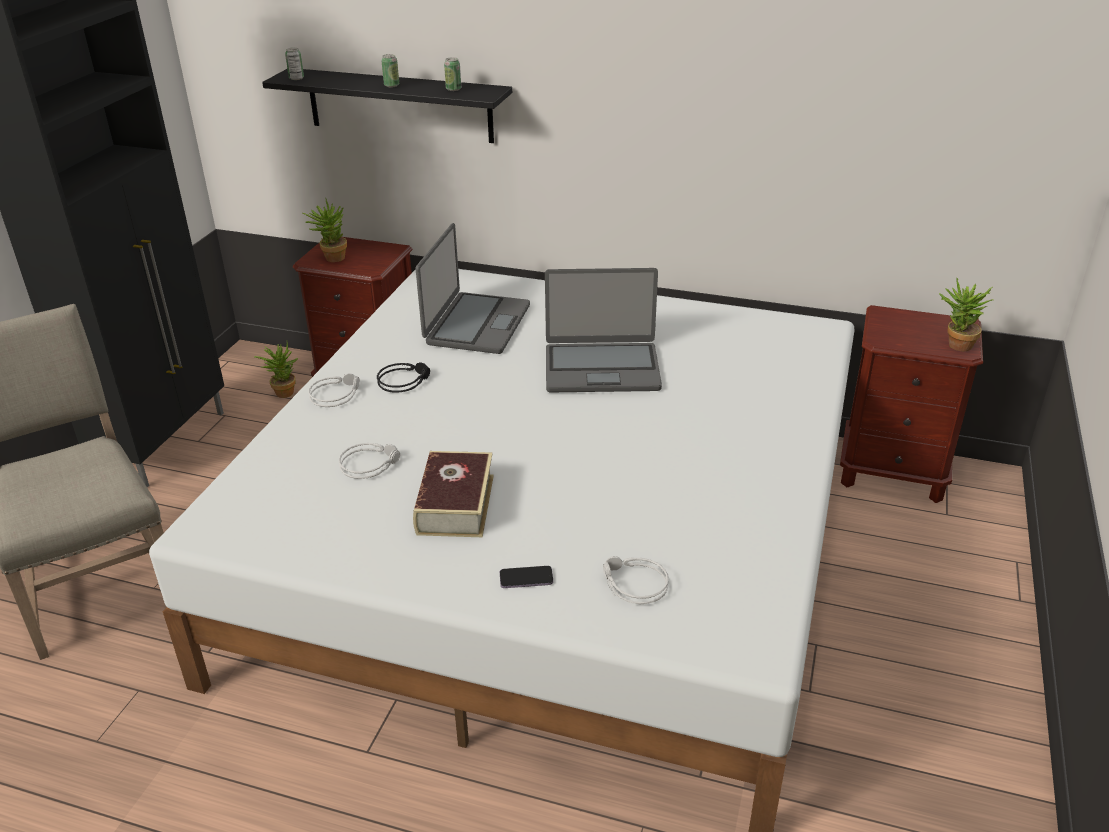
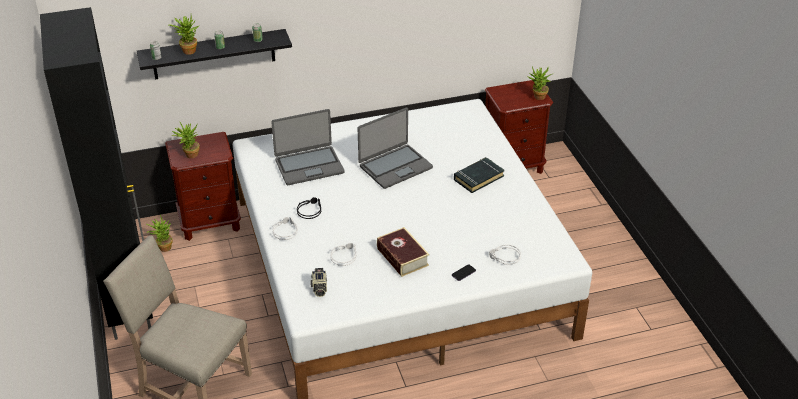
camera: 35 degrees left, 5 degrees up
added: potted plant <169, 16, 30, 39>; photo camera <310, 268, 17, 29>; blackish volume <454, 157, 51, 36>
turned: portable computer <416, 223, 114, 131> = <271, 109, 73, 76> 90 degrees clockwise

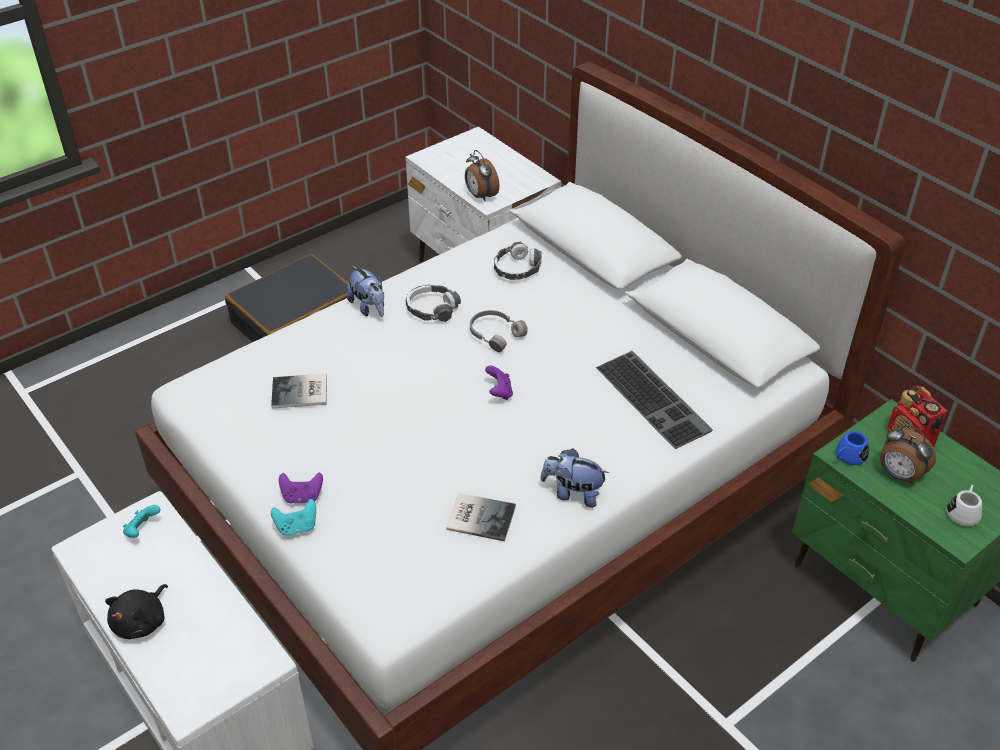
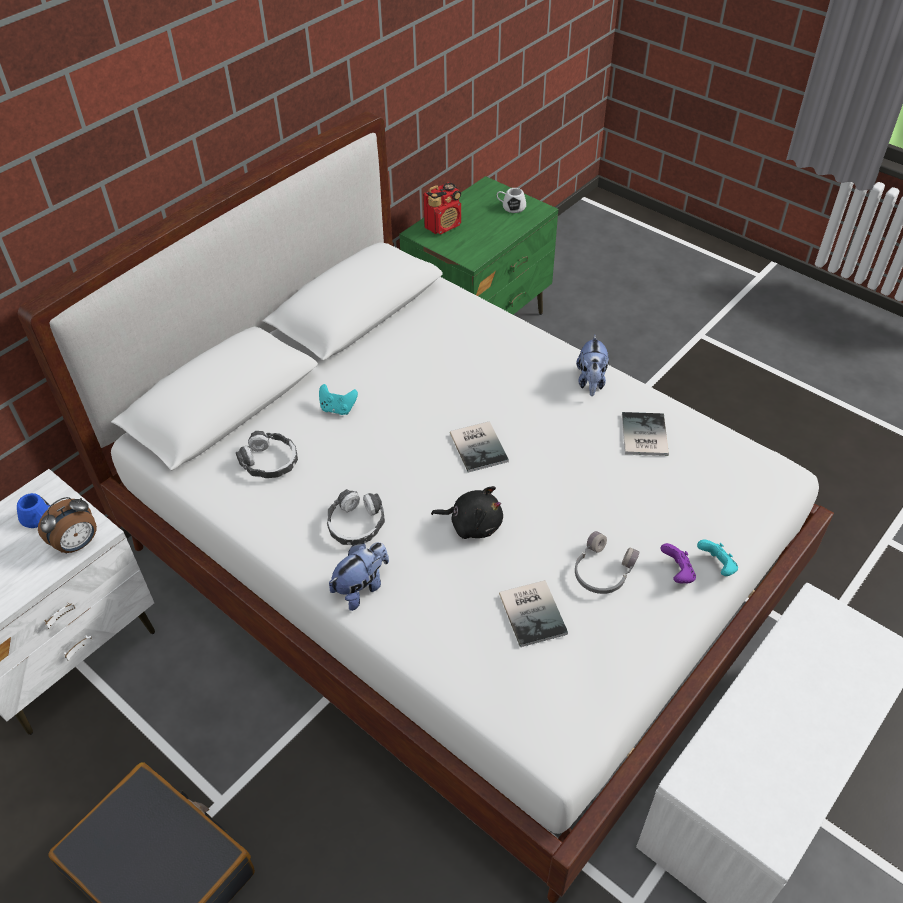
camera: 100 degrees left, 5 degrees up
removed: computer keyboard <596, 351, 117, 98>; table clock <880, 425, 56, 58>
moved: blackish soft toy <105, 584, 63, 55> to <431, 486, 72, 53>; turquoise-coloured gamepad <123, 505, 37, 33> to <319, 384, 39, 31>; gray pair of headphones <470, 310, 58, 42> to <575, 531, 64, 63>; blue tea mug <836, 431, 33, 34> to <17, 493, 33, 35>
replaced: purple gamepad <485, 365, 28, 35> to volume <450, 421, 59, 52>

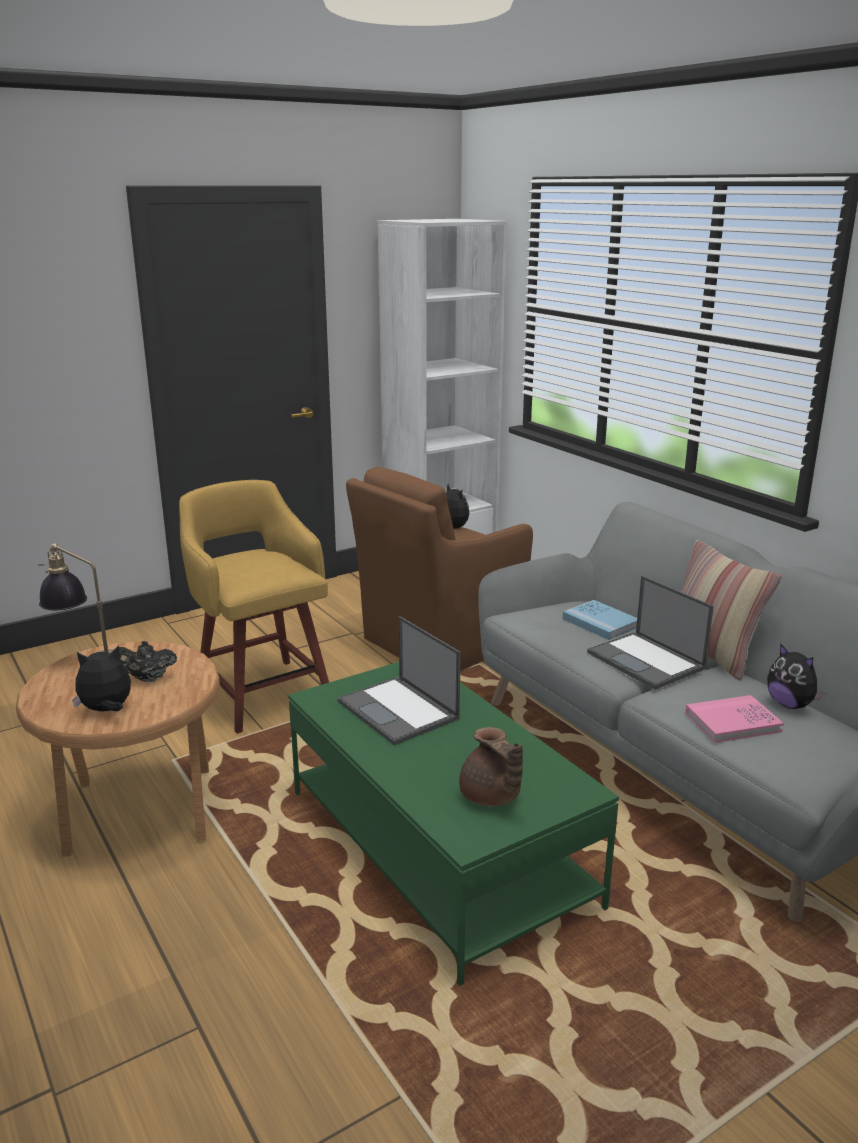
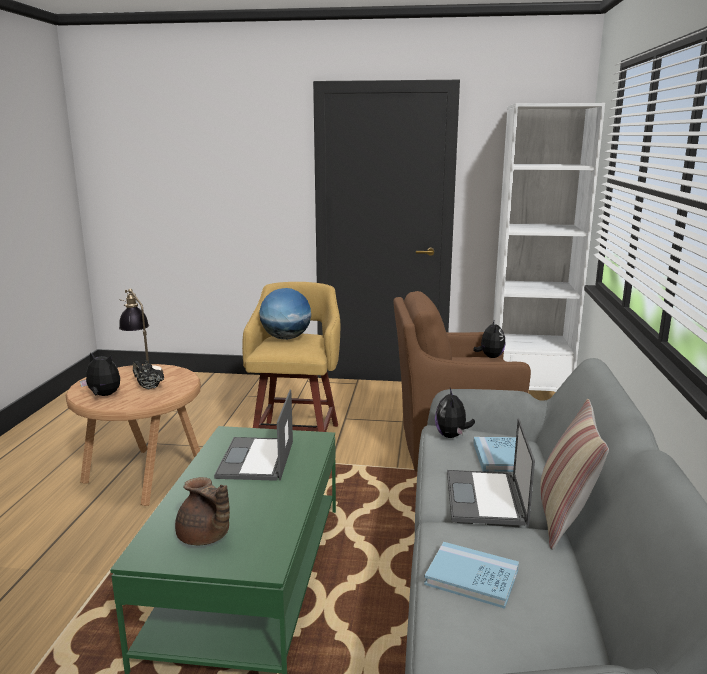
camera: 40 degrees right, 5 degrees down
added: desk globe <259, 288, 52, 52>
moved: soft toy <767, 643, 59, 66> to <435, 388, 40, 50>
recoloured: pink volume <685, 695, 99, 48> to blue volume <424, 542, 95, 67>
turned: brownish tea pot <459, 727, 64, 80> = <175, 477, 55, 68> 60 degrees counterclockwise

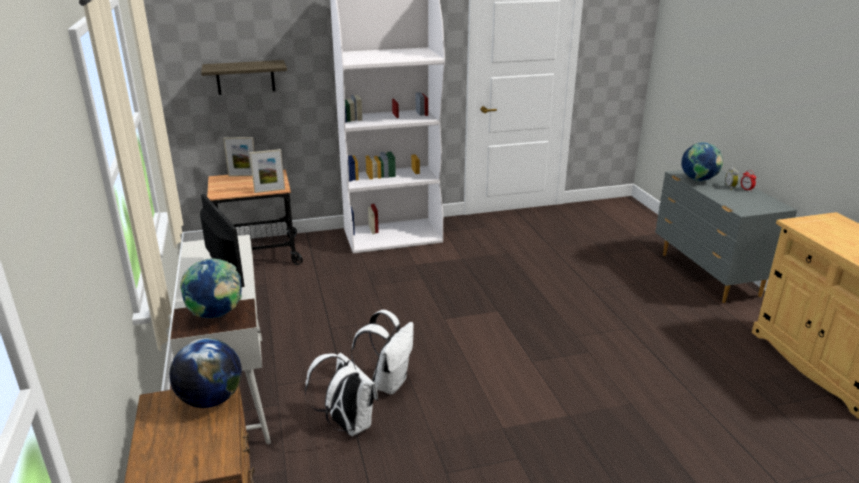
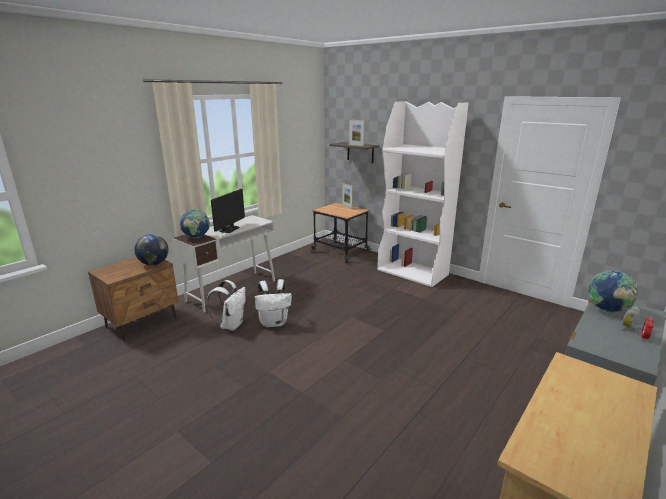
camera: 55 degrees right, 5 degrees down
moved: photo frame <249, 149, 36, 44> to <349, 120, 16, 26>

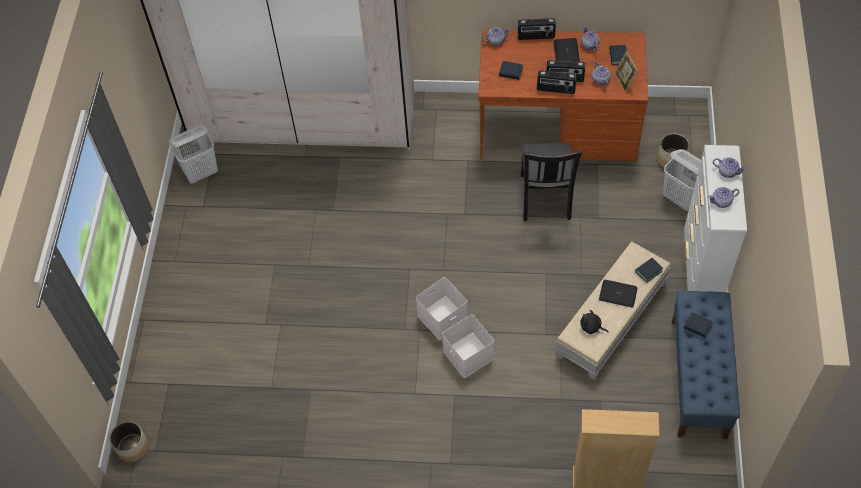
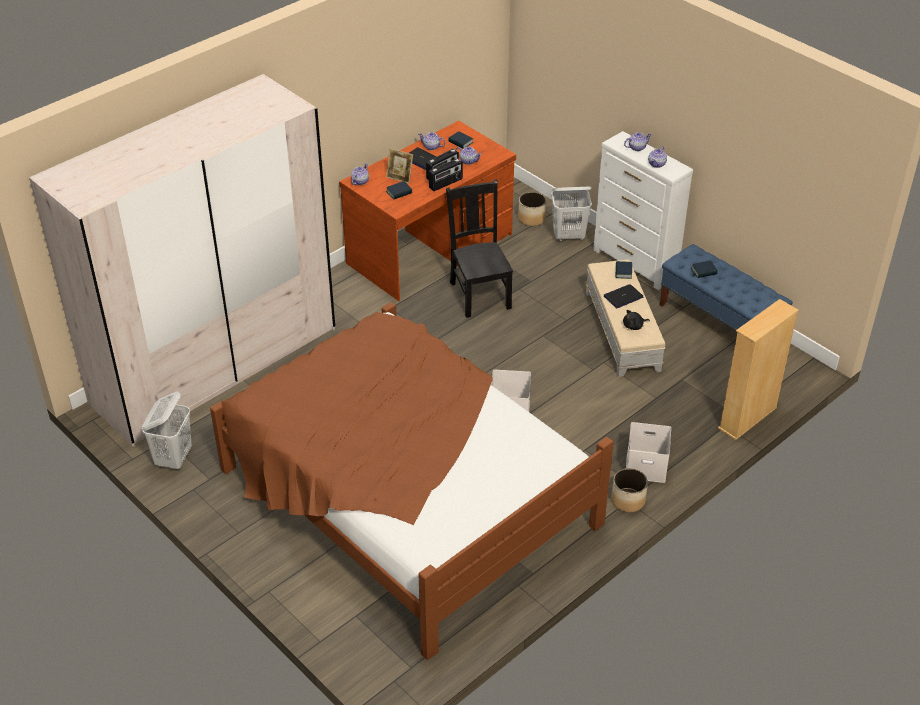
camera: 50 degrees left, 15 degrees down
removed: radio <518, 18, 38, 22>
added: brownish bedroom bed <210, 302, 404, 358>
moved: flower pot <109, 421, 40, 41> to <611, 468, 37, 44>; white-coloured storage bin <442, 314, 52, 64> to <626, 422, 45, 61>; photo frame <614, 51, 24, 41> to <386, 148, 27, 35>
turned: blackish plain chair <521, 143, 61, 78> = <446, 179, 67, 139> 150 degrees counterclockwise

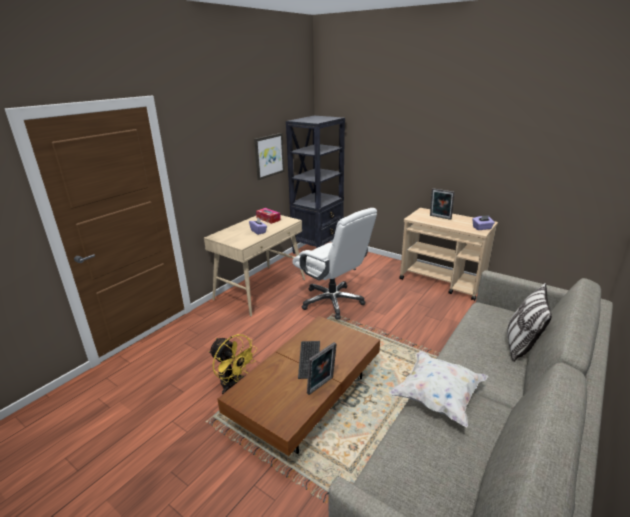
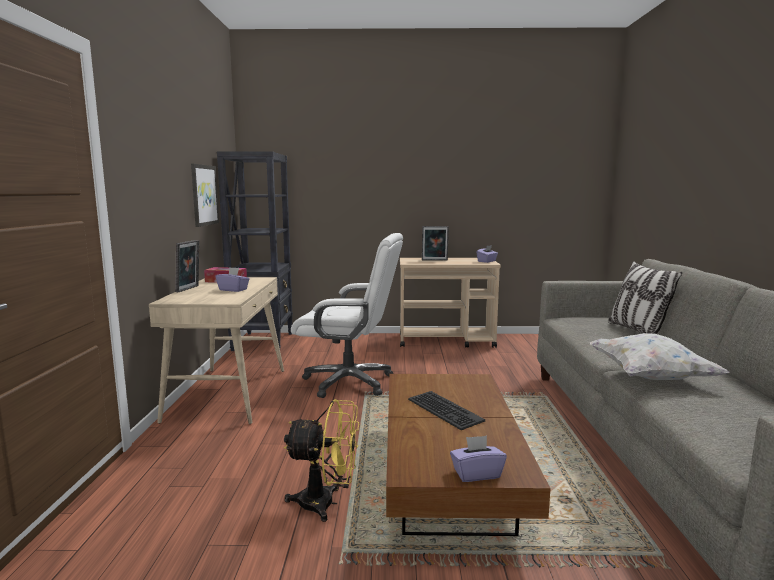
camera: 35 degrees left, 15 degrees down
added: purple tissue holder <450, 436, 57, 46>
moved: photo frame <307, 342, 30, 53> to <175, 240, 24, 52>

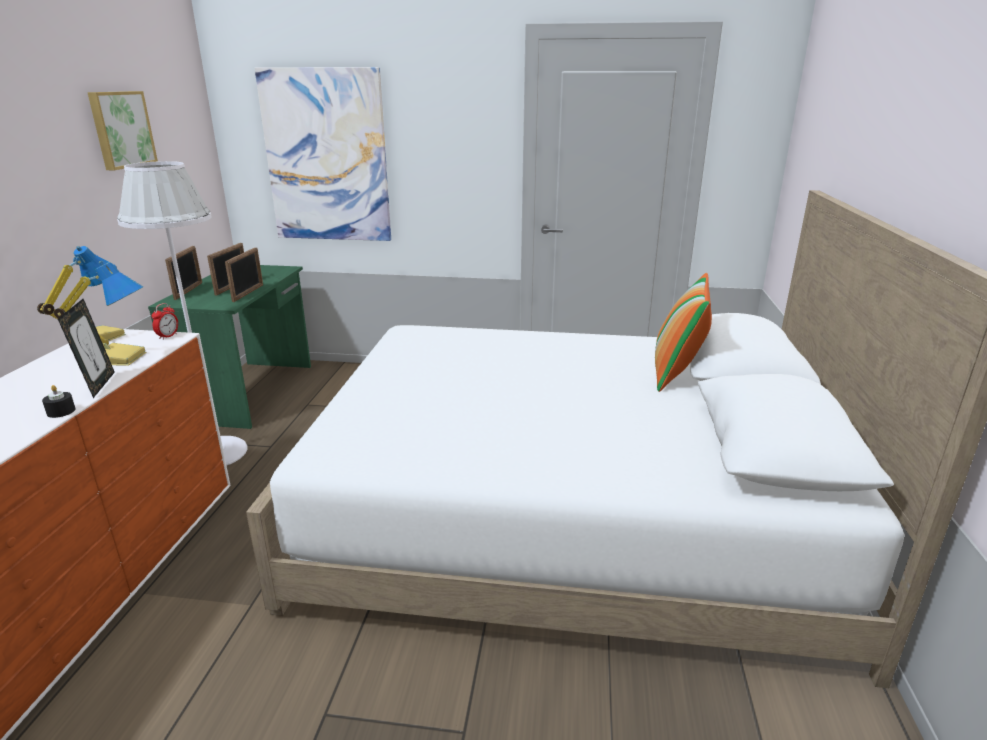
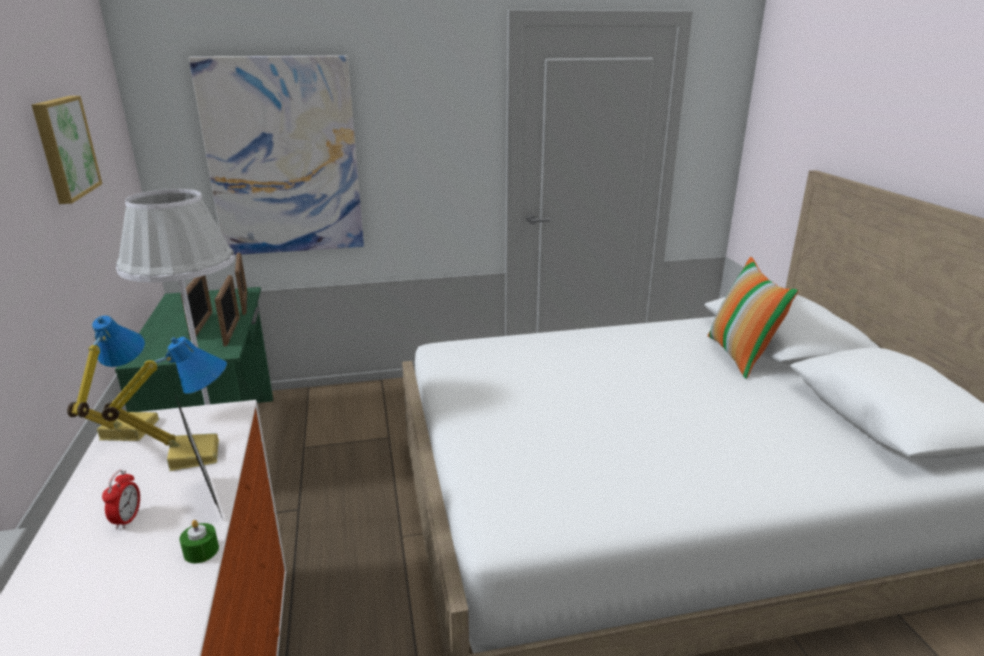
camera: 20 degrees left, 0 degrees up
moved: table clock <151, 303, 27, 37> to <102, 470, 38, 59>; photo frame <165, 246, 37, 54> to <235, 252, 12, 63>
recoloured: blackish candle <42, 385, 34, 33> to greenish candle <180, 520, 39, 43>

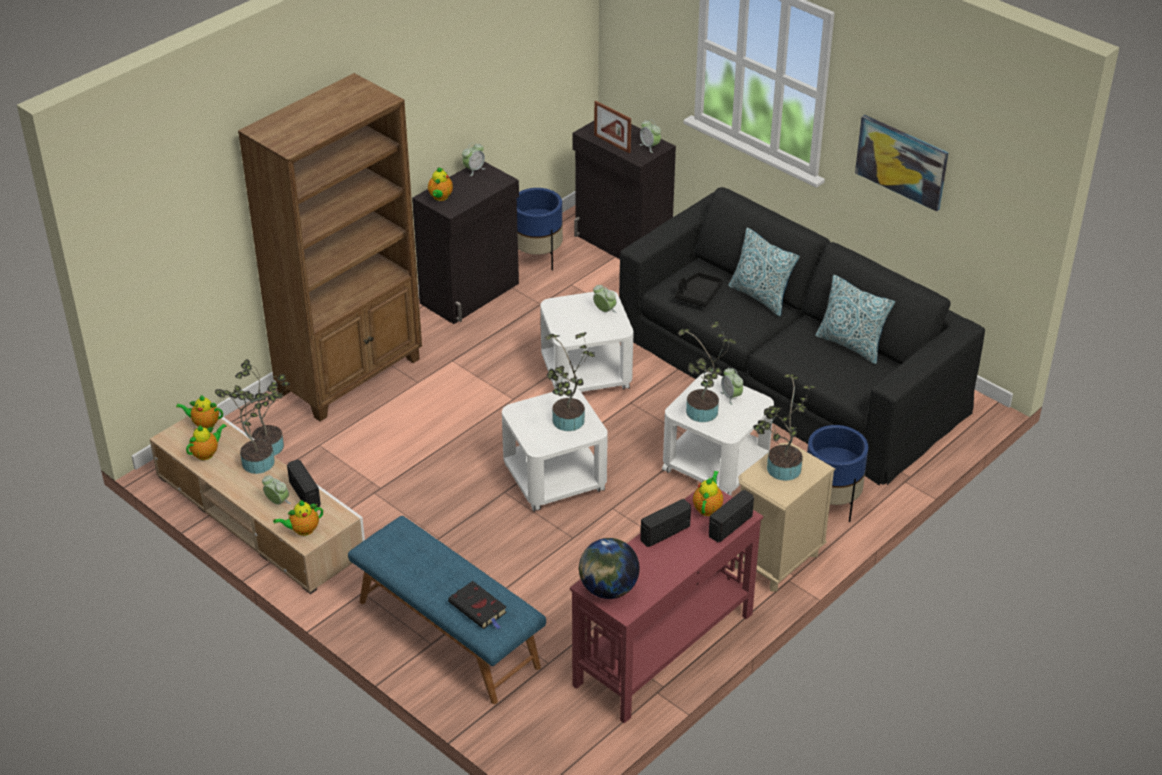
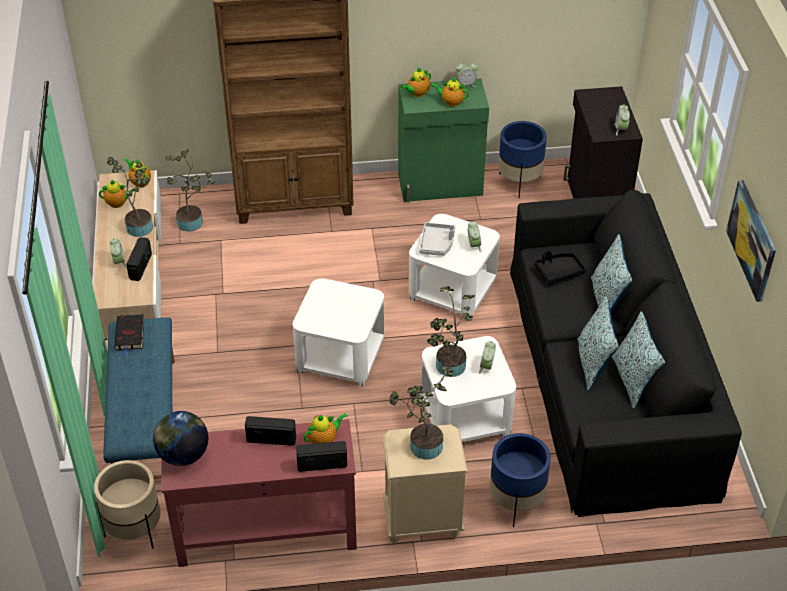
camera: 40 degrees right, 5 degrees up
removed: potted plant <545, 332, 50, 99>; photo frame <594, 101, 37, 52>
added: sand-coloured flower pot <94, 460, 67, 88>; gray serving tray <419, 223, 36, 33>; pillow <578, 296, 41, 95>
moved: tea pot <273, 500, 50, 36> to <431, 77, 38, 30>; blackish volume <448, 581, 59, 48> to <114, 315, 30, 41>
recoloured: blackish cupboard <412, 162, 107, 162> to greenish cupboard <398, 78, 91, 125>

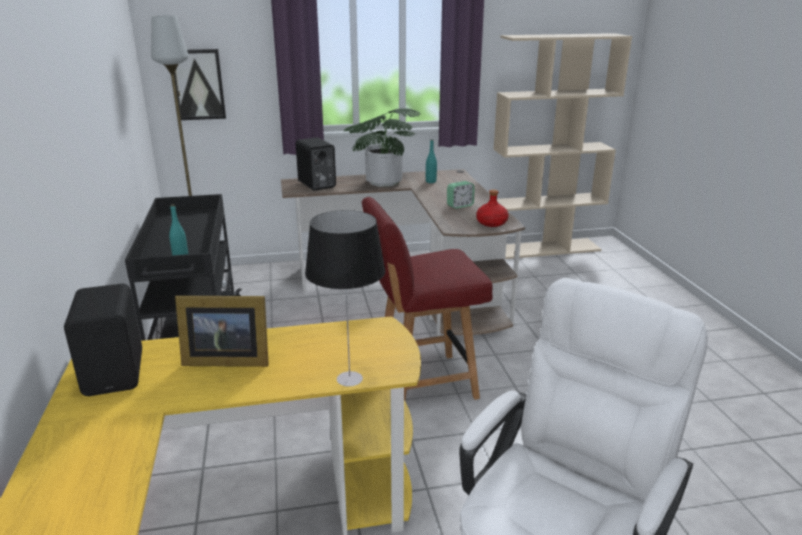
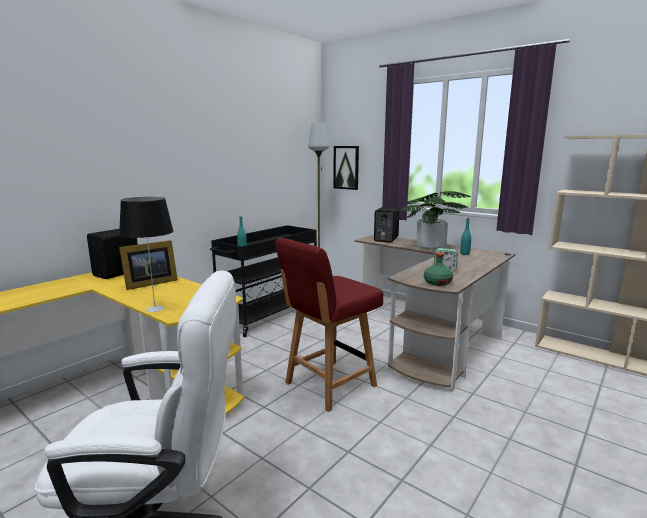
camera: 50 degrees right, 10 degrees down
recoloured: reddish bottle <476, 189, 32, 38> to greenish bottle <424, 252, 29, 34>
turned: photo frame <175, 296, 94, 71> = <119, 240, 59, 50> 90 degrees counterclockwise; reddish plain chair <362, 197, 131, 204> = <275, 238, 108, 174> 75 degrees counterclockwise

